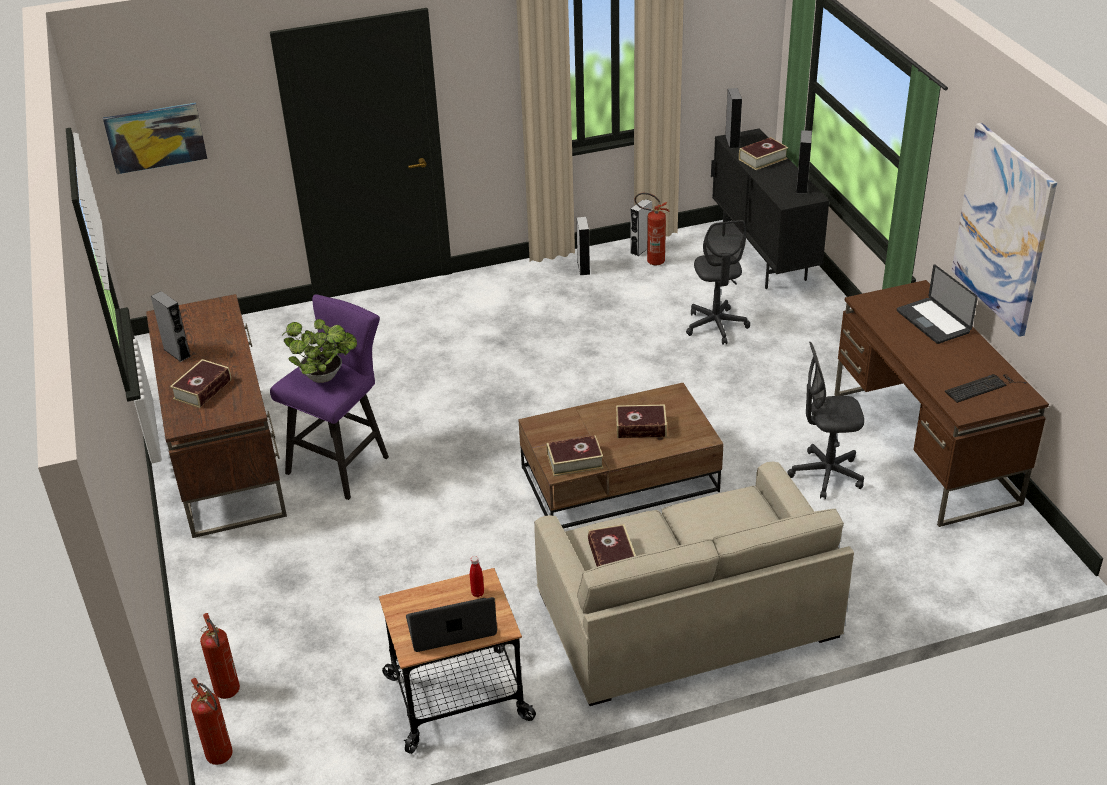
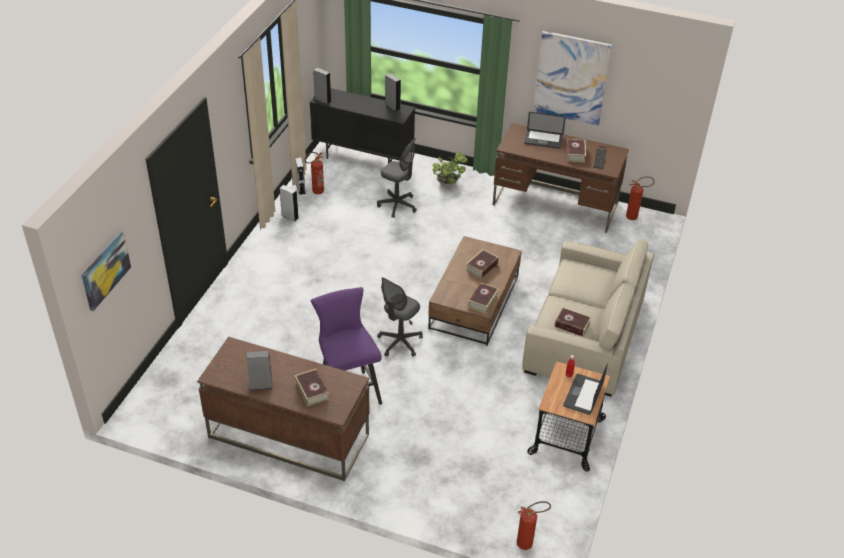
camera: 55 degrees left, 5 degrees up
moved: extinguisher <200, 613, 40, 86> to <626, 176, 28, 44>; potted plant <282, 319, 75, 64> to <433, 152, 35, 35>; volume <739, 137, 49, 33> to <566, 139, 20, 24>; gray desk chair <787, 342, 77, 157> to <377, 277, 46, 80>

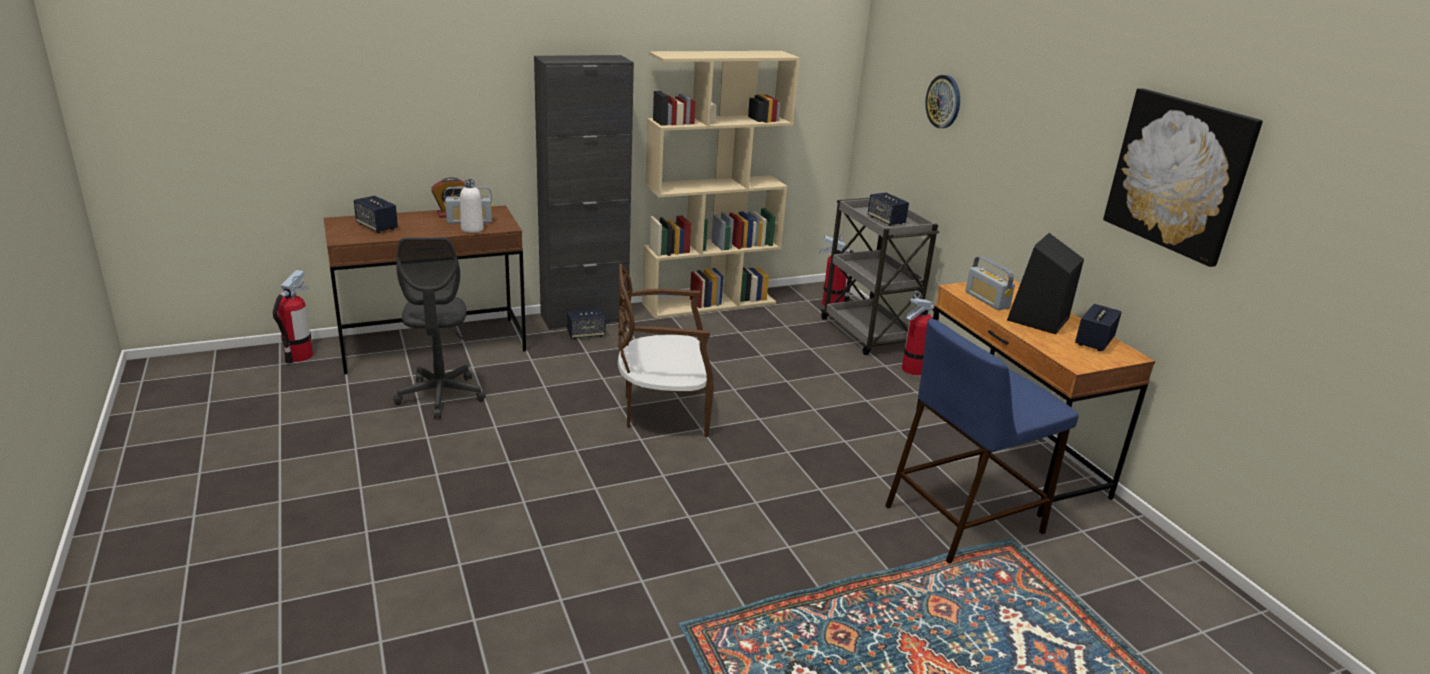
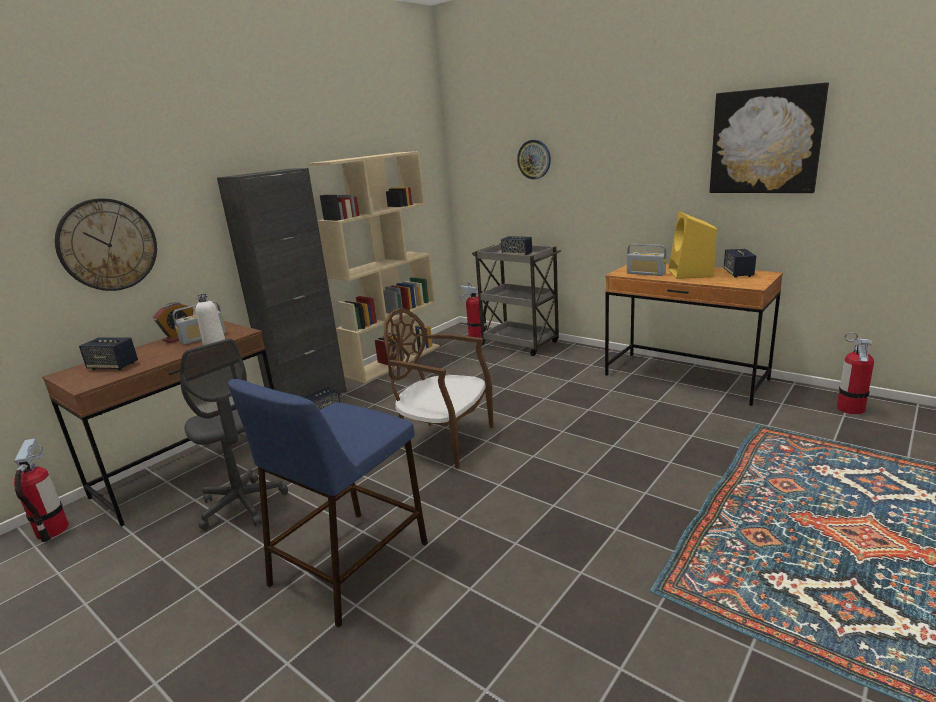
camera: 25 degrees left, 5 degrees down
added: wall clock <55, 198, 102, 93>
moved: blue stool <885, 319, 194, 245> to <228, 379, 200, 249>; extinguisher <902, 291, 37, 85> to <837, 332, 37, 82>
recoloured: blackish loudspeaker <1007, 233, 77, 101> to yellowish loudspeaker <668, 212, 49, 67>
turned: brownish plain chair <618, 264, 96, 173> = <384, 308, 109, 161> 60 degrees clockwise

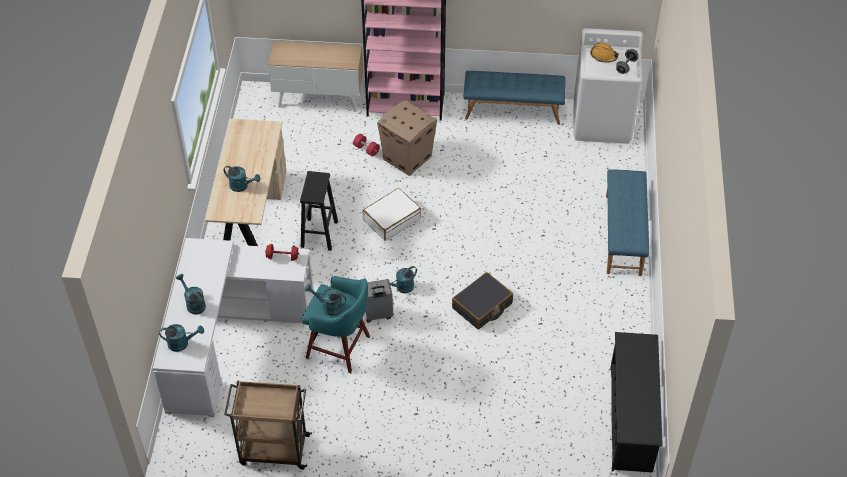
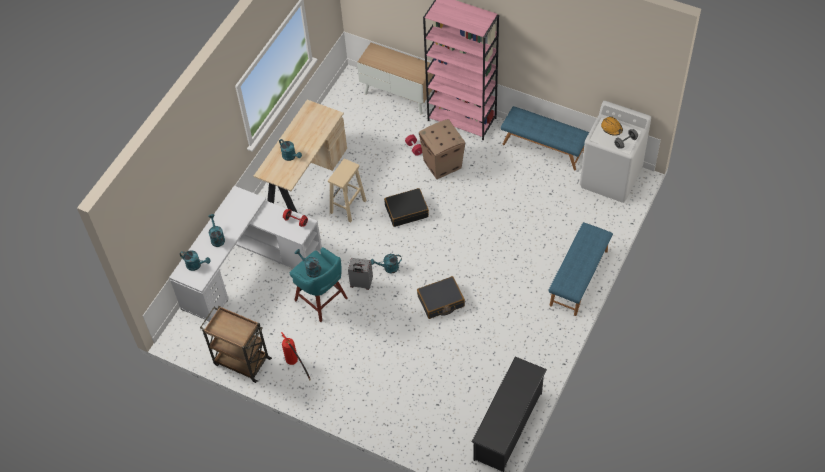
camera: 25 degrees right, 5 degrees up
added: extinguisher <281, 332, 30, 49>
recoloured: blackish stool <300, 171, 38, 80> to sand-coloured stool <328, 159, 39, 64>; white-coloured travel case <363, 188, 58, 53> to blackish travel case <384, 188, 45, 39>

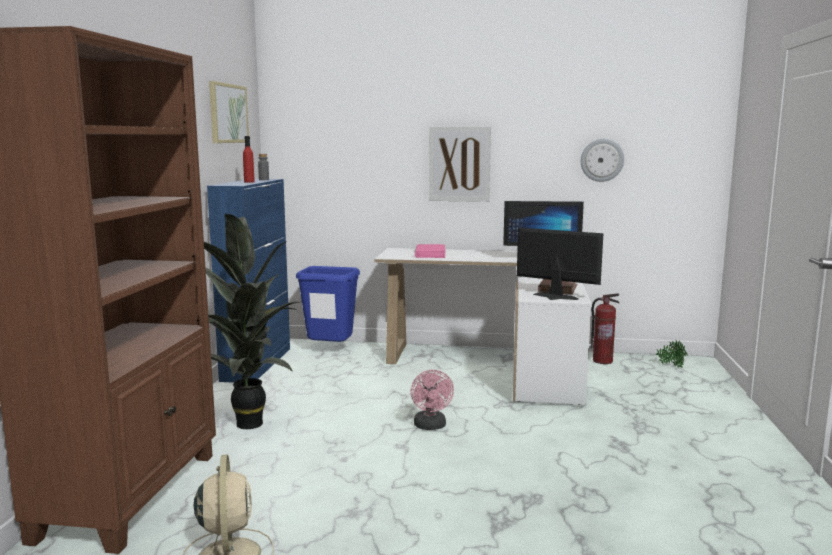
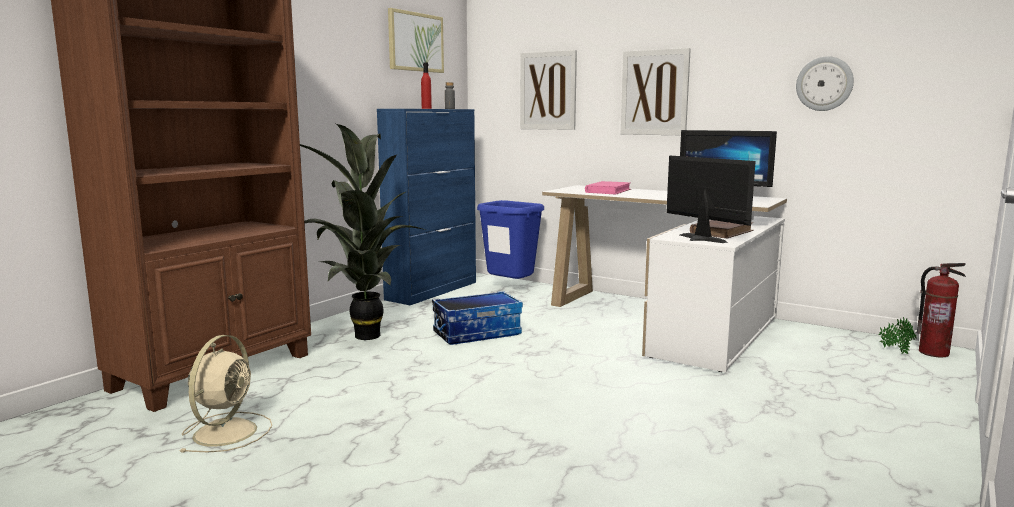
camera: 25 degrees right, 0 degrees up
removed: pink electric fan <411, 370, 43, 60>
added: storage bin <432, 291, 91, 54>; wall art <520, 50, 57, 80>
moved: extinguisher <591, 293, 29, 71> to <917, 263, 49, 95>

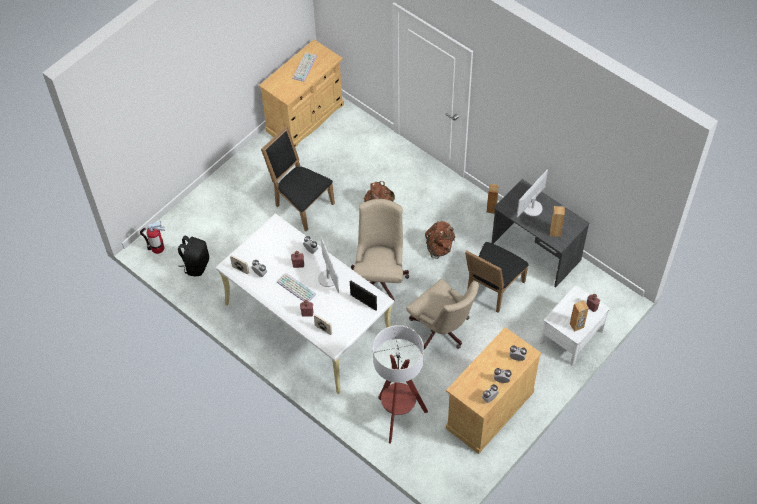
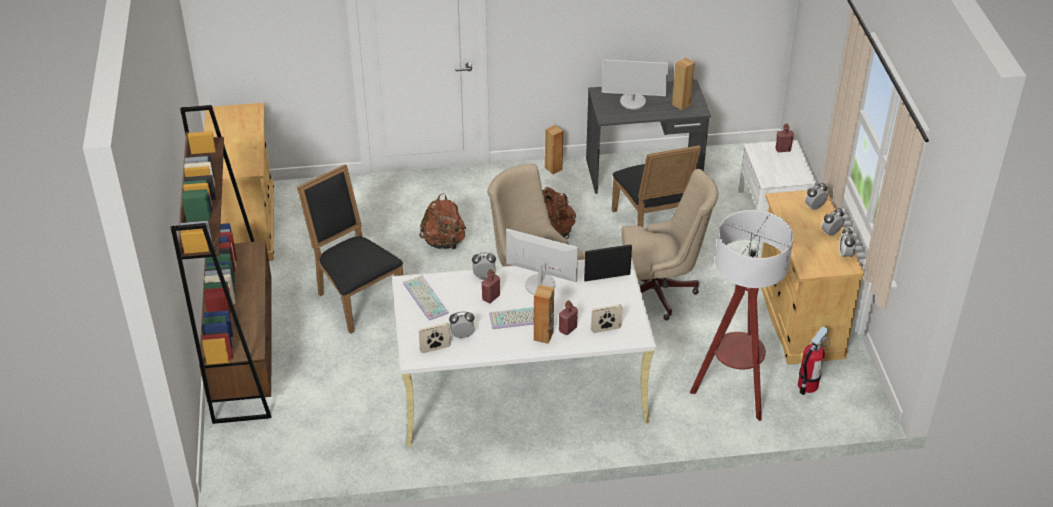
camera: 50 degrees left, 15 degrees down
removed: blackish rucksack <178, 236, 31, 41>
added: brownish bookcase <171, 105, 101, 319>
moved: extinguisher <140, 221, 25, 33> to <798, 326, 32, 69>; computer keyboard <292, 53, 25, 29> to <403, 275, 46, 46>; brownish loudspeaker <570, 300, 19, 32> to <534, 285, 20, 59>
turned: blackish plain chair <261, 126, 74, 106> = <297, 164, 106, 170> 60 degrees clockwise; computer screen <517, 170, 31, 48> = <602, 59, 66, 50> 75 degrees counterclockwise

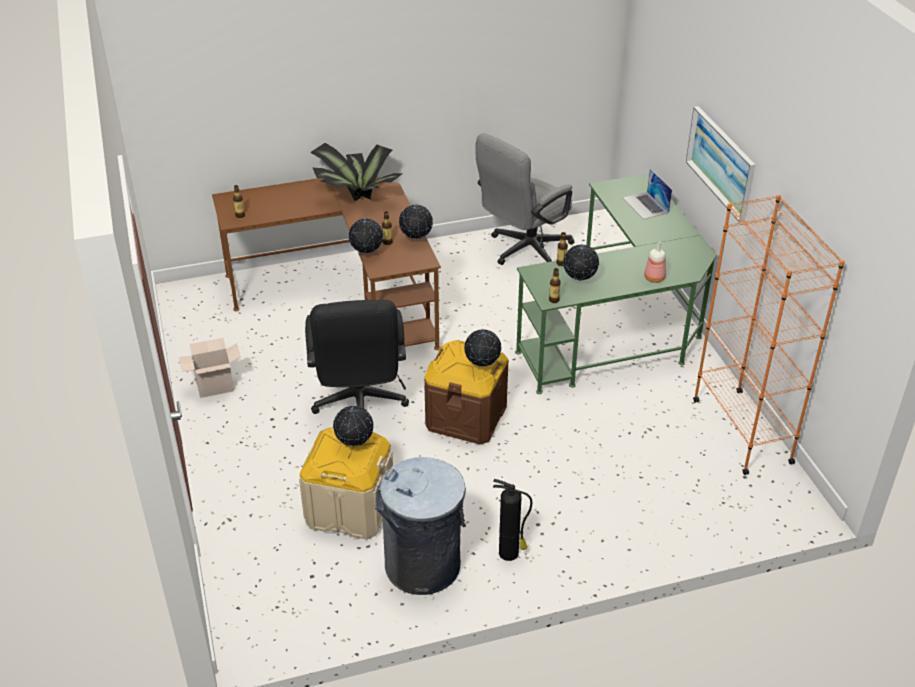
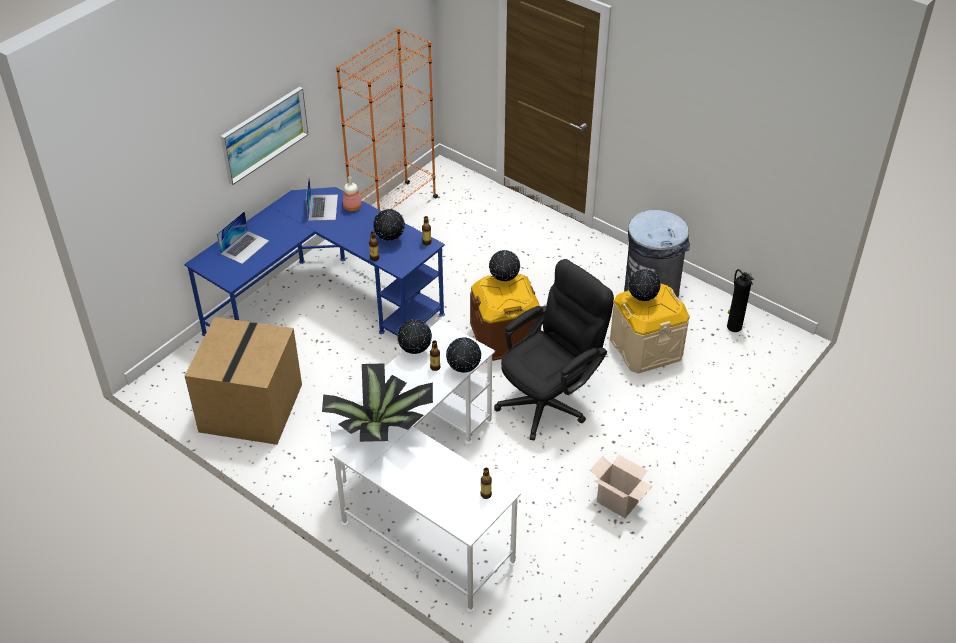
camera: 125 degrees left, 5 degrees up
added: portable computer <306, 177, 32, 44>
moved: extinguisher <493, 479, 39, 82> to <727, 269, 27, 63>
replaced: gray desk chair <476, 133, 98, 132> to carton <185, 317, 117, 128>
recoloured: brownish desk <212, 177, 229, 173> to white-coloured desk <330, 320, 191, 292>; greenish desk <515, 174, 202, 220> to blue desk <184, 187, 261, 149>

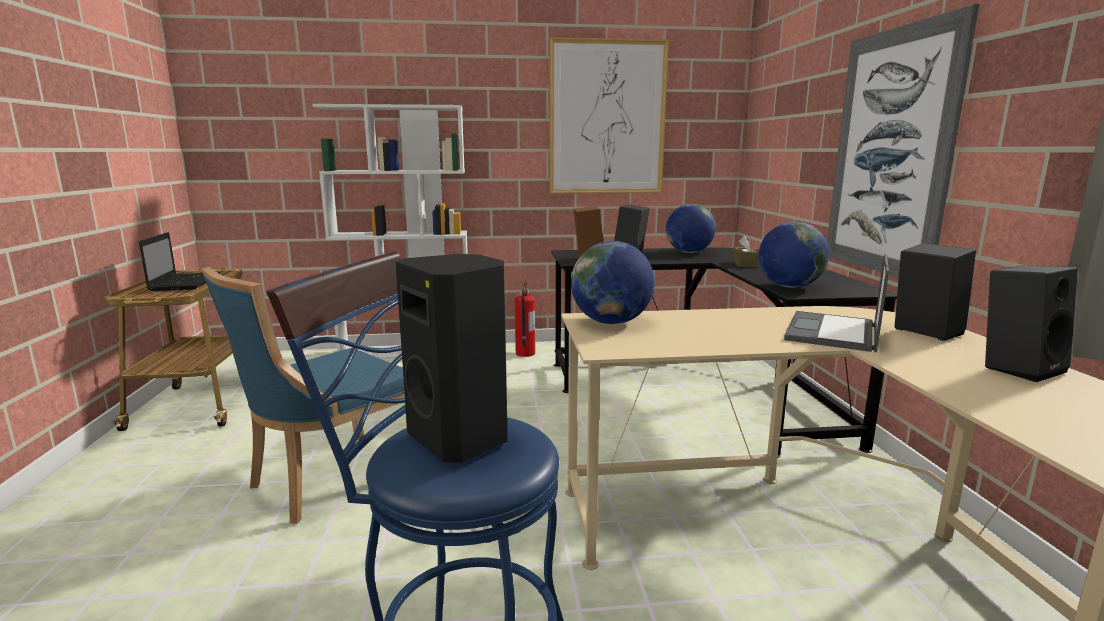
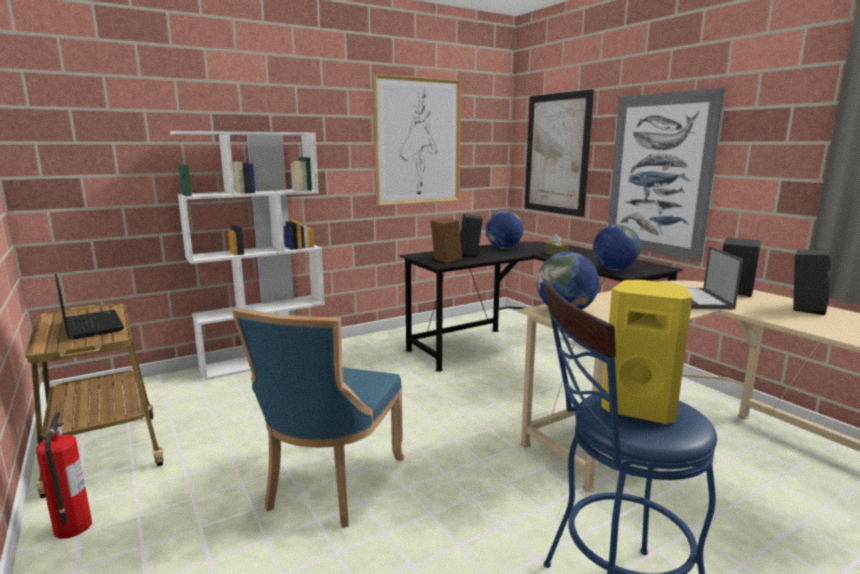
camera: 25 degrees left, 0 degrees up
added: wall art <525, 89, 69, 128>
moved: extinguisher <515, 281, 20, 76> to <36, 412, 56, 127>
recoloured: blackish loudspeaker <396, 254, 112, 209> to yellowish loudspeaker <601, 280, 91, 144>

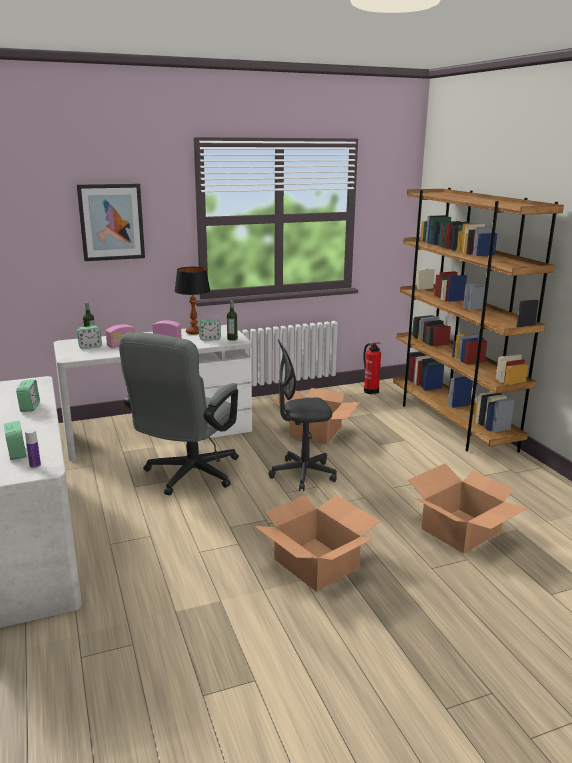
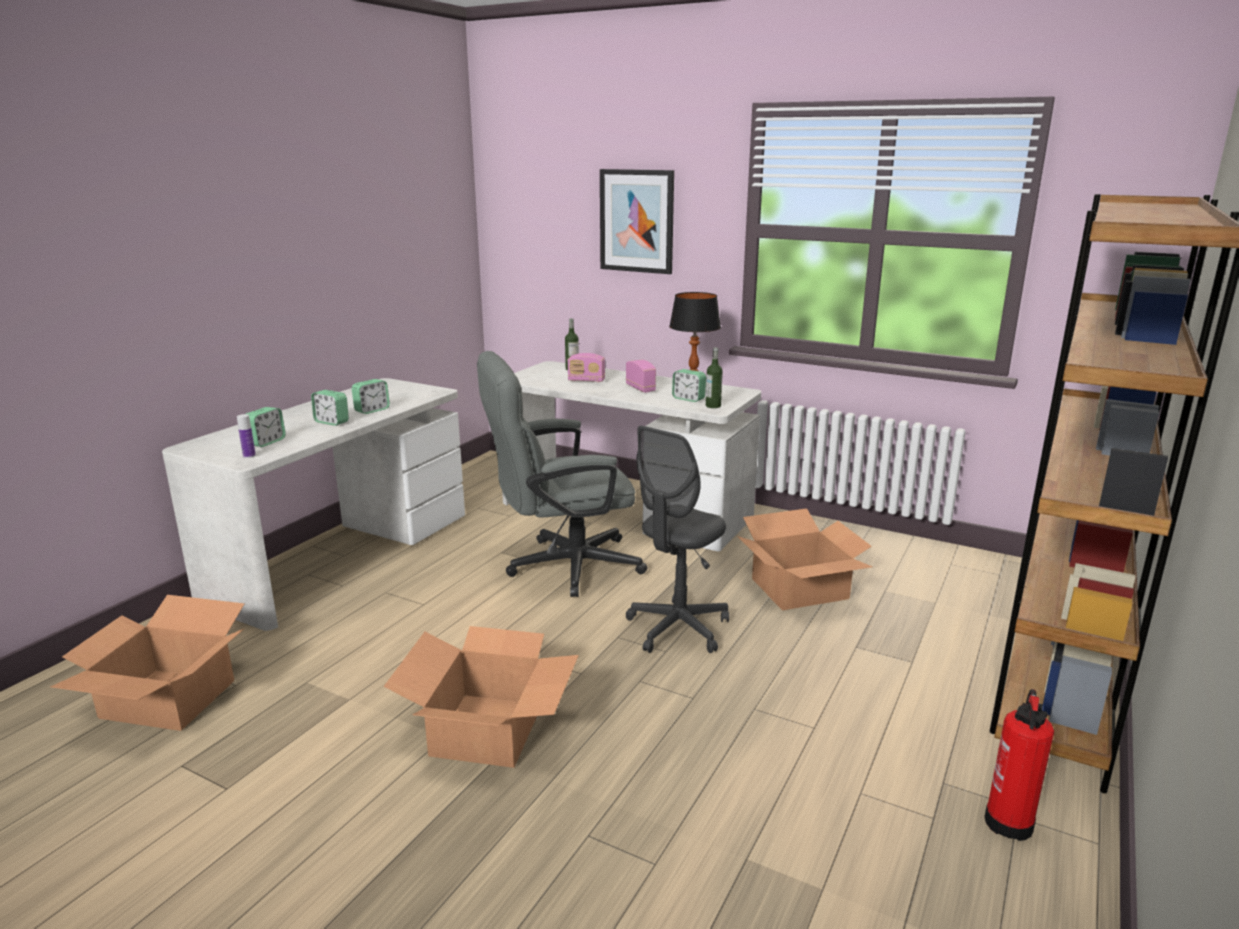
camera: 50 degrees right, 0 degrees up
moved: table clock <77, 326, 25, 23> to <311, 390, 38, 36>; extinguisher <363, 342, 18, 52> to <985, 689, 69, 152>; carton <408, 463, 120, 91> to <50, 595, 195, 136>
turned: gray desk chair <268, 339, 69, 152> = <626, 426, 103, 227> 90 degrees counterclockwise

